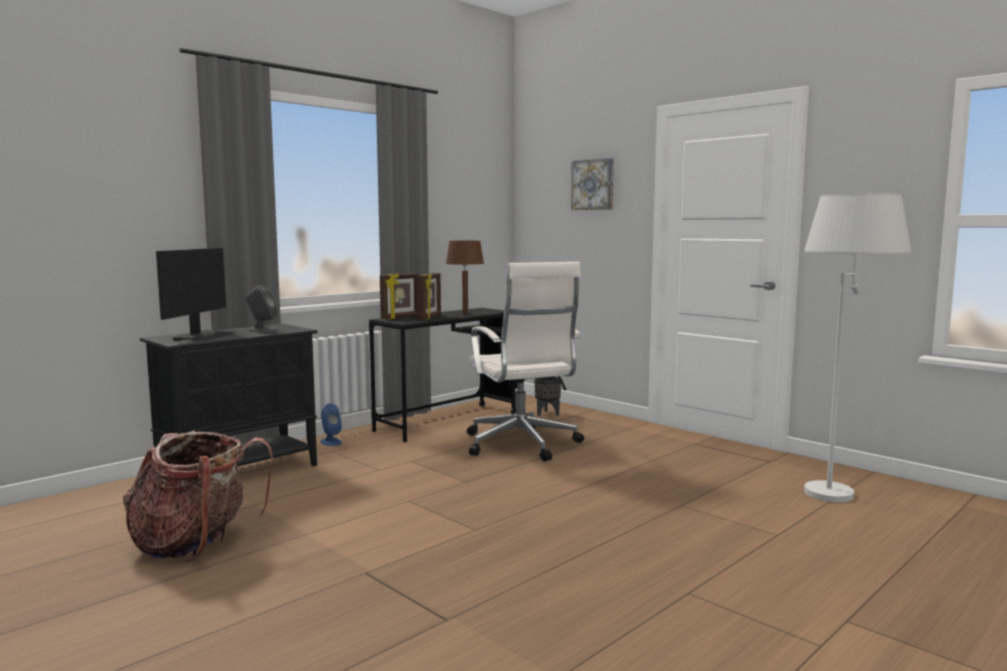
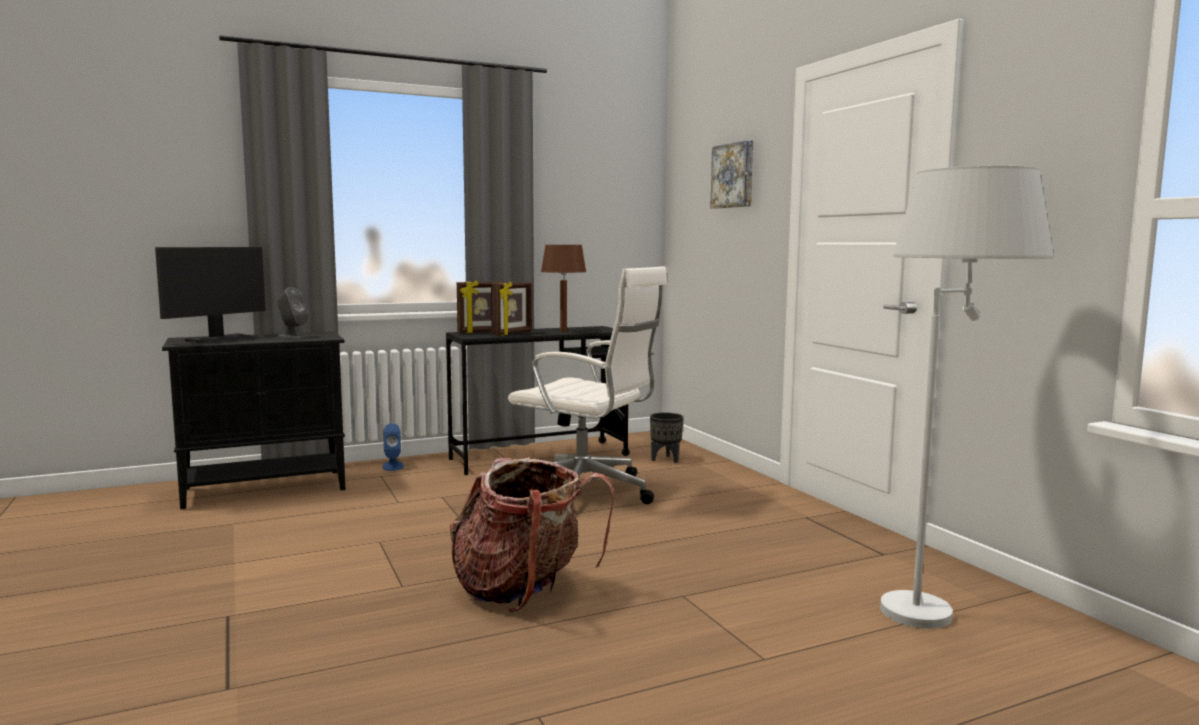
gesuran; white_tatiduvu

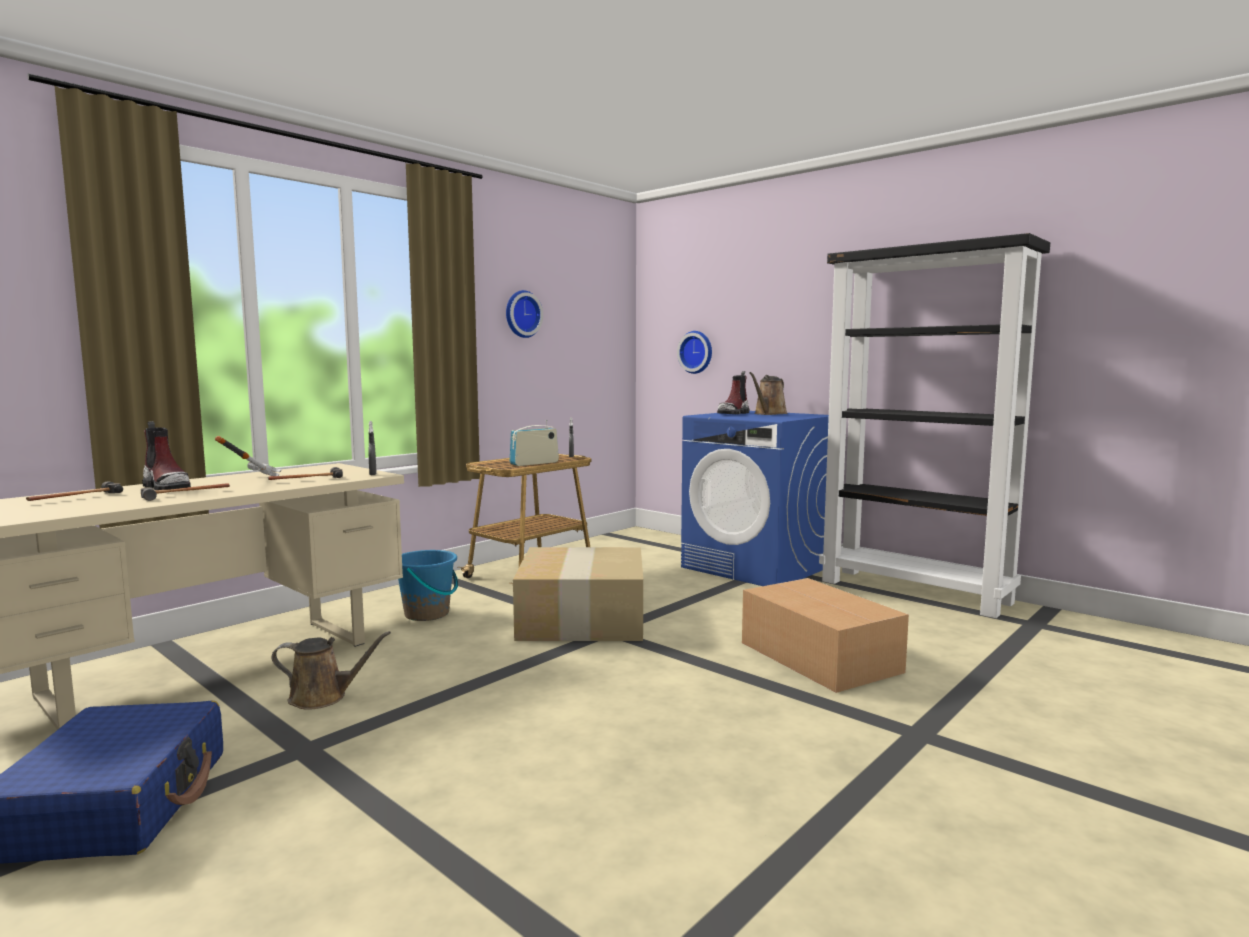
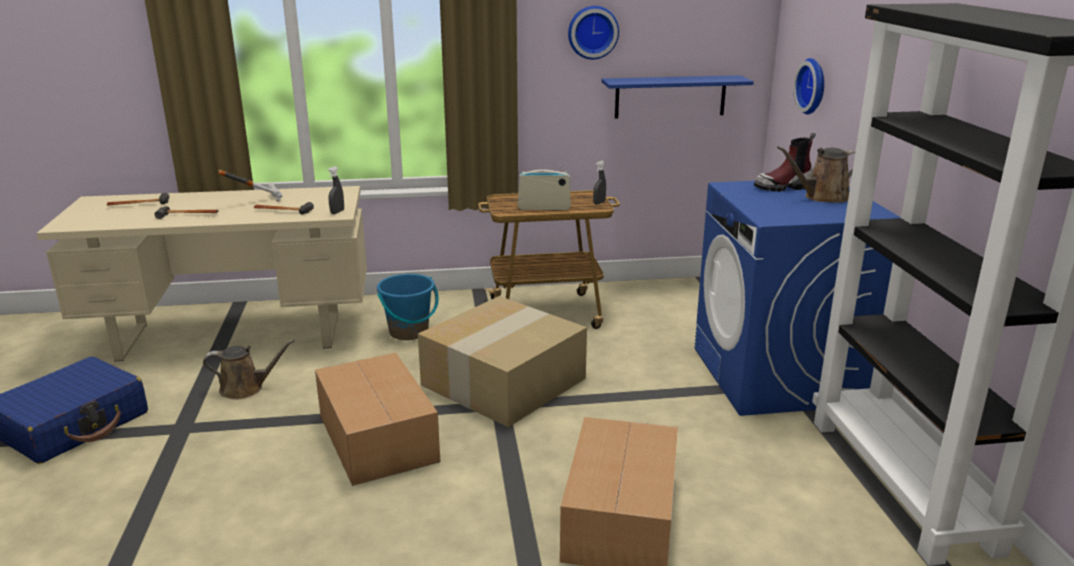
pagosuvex (1st from left in the first image); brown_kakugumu (1st from left); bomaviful (1st from left); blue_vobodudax

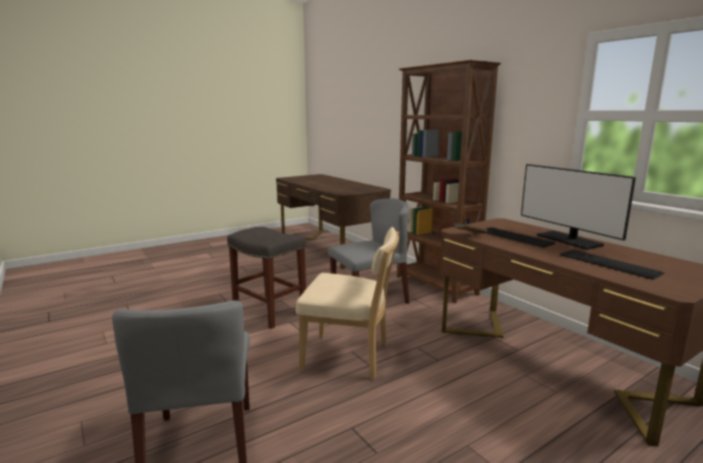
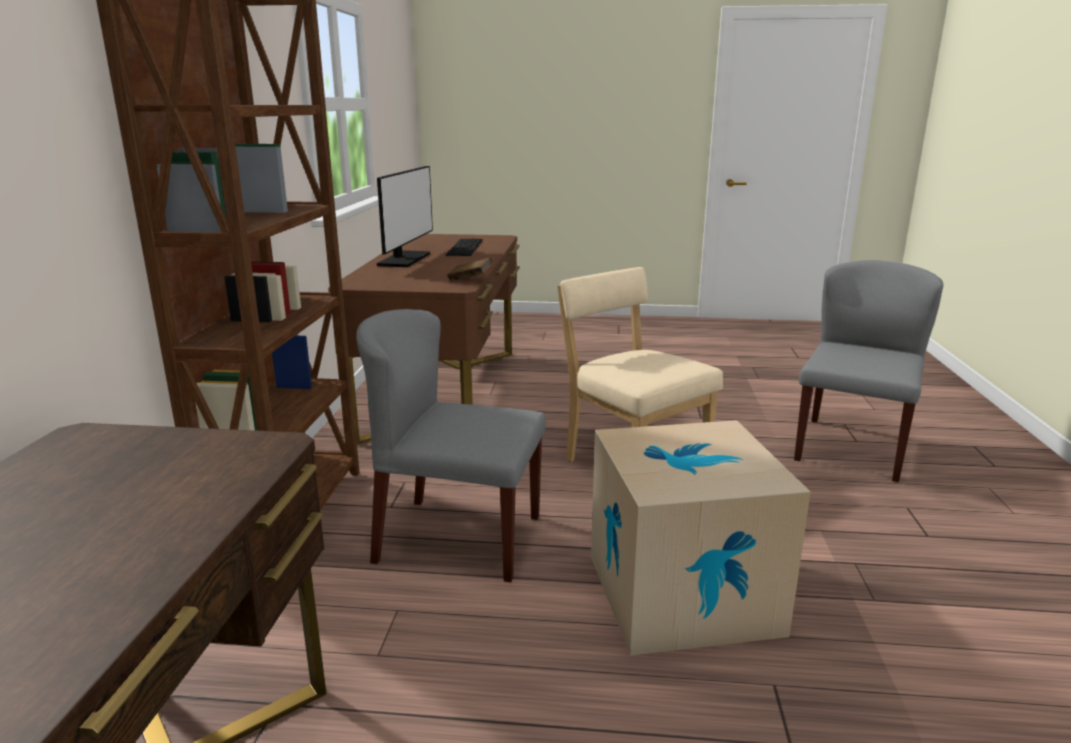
bomaviful; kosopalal (1st from left in the first image)

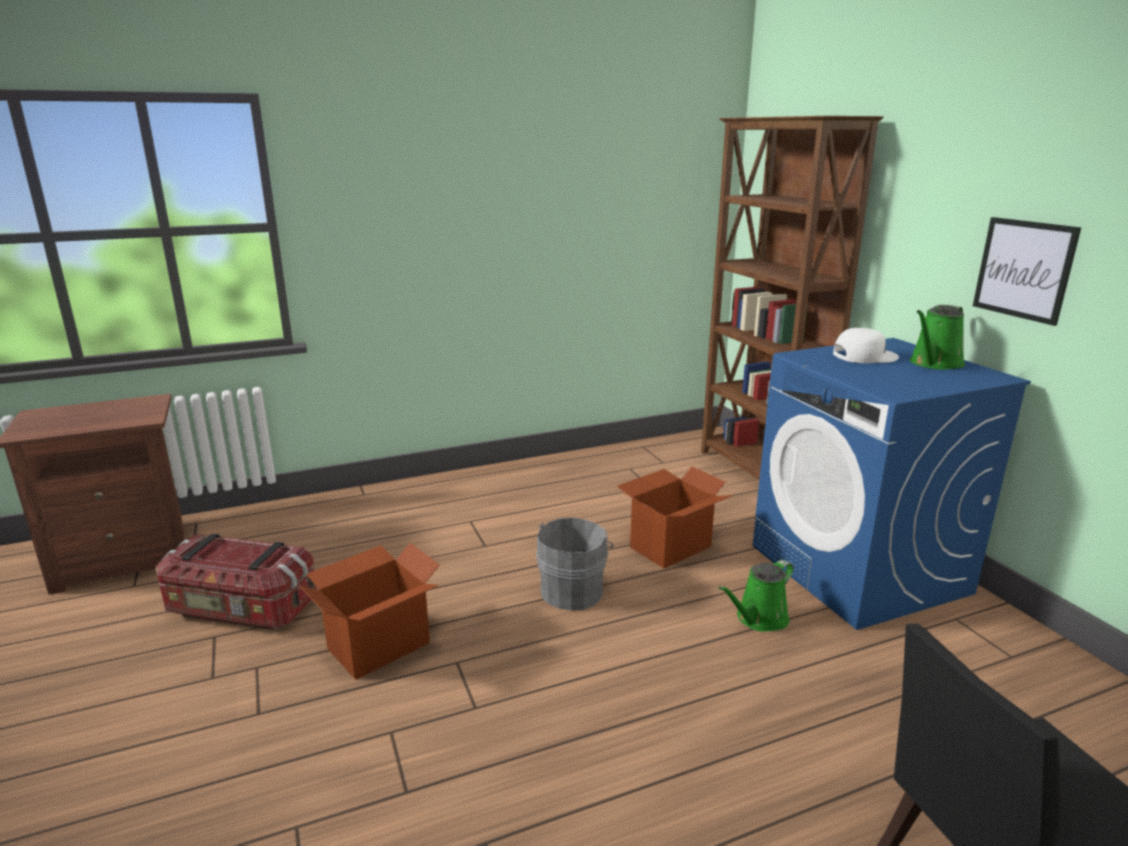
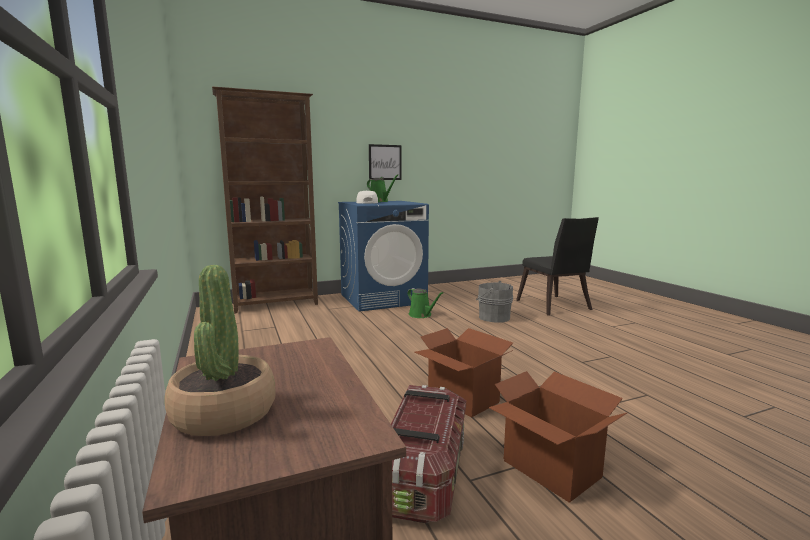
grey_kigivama; bomaviful (2nd from left); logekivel

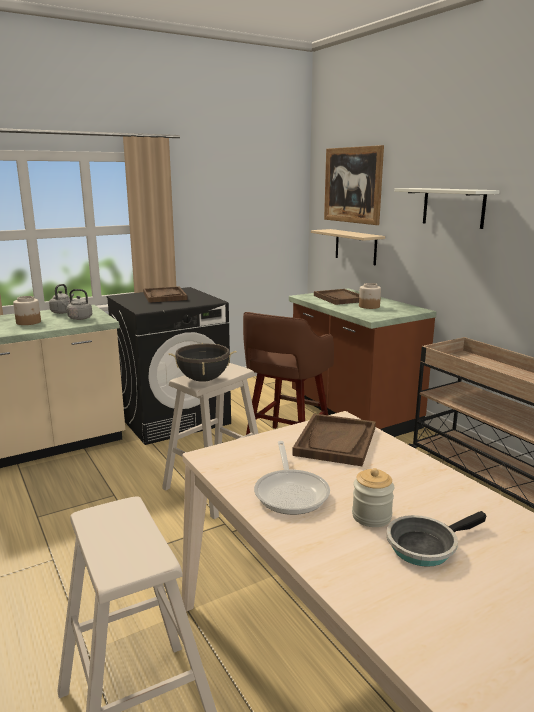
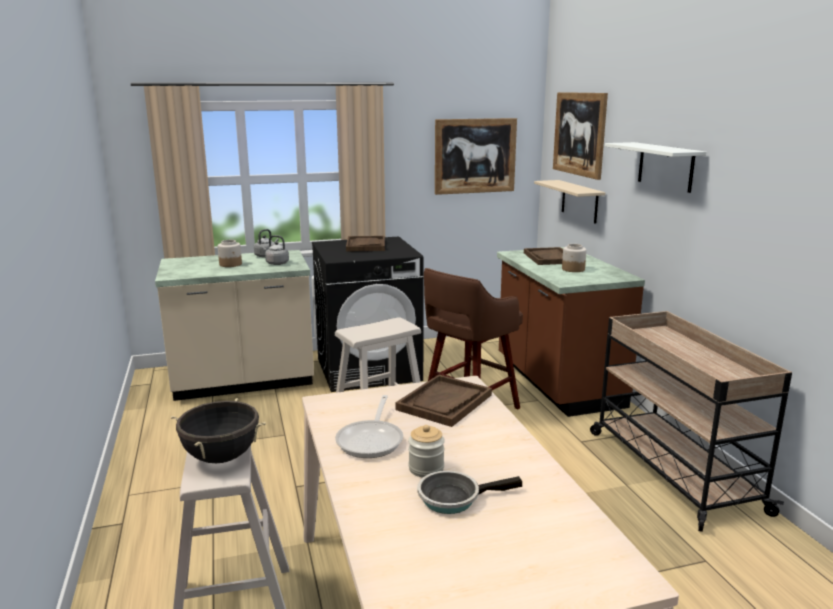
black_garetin; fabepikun (1st from left)

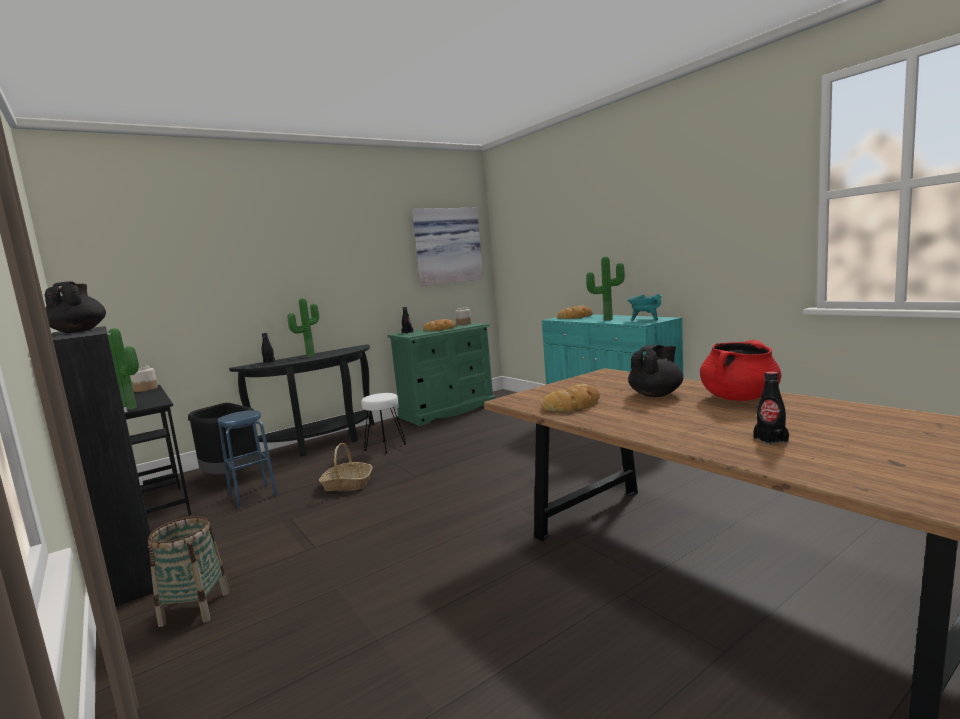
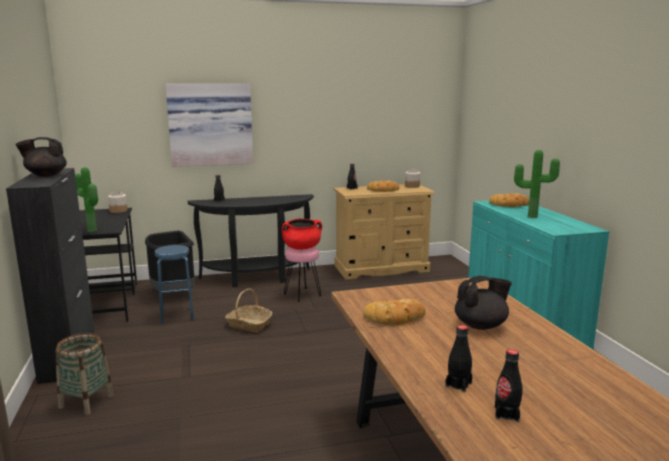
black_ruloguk (1st from left); logekivel (2nd from left in the first image); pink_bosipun; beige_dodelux; fabepikun; turquoise_garetin; red_garetin; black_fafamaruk (3rd from left)

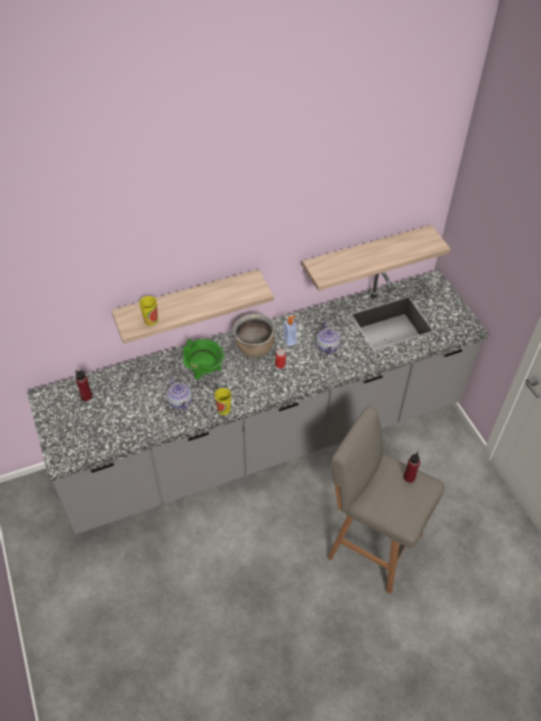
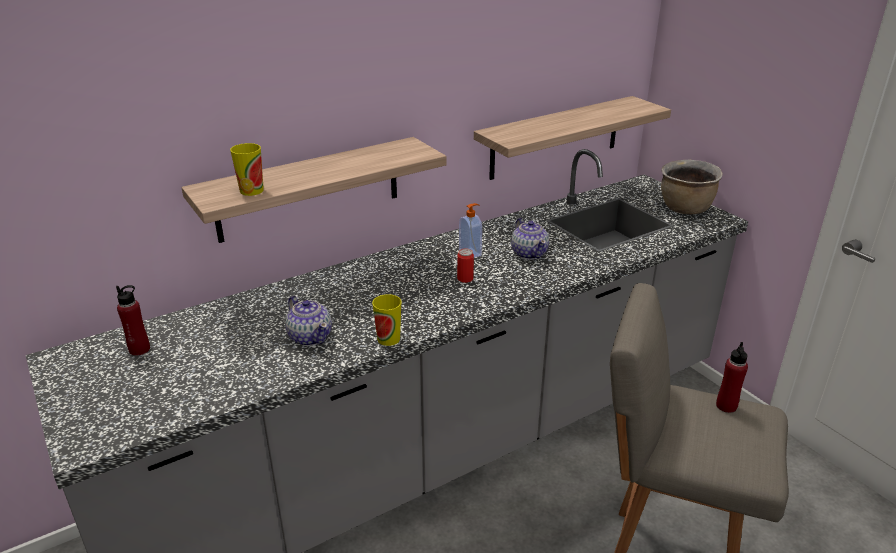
green_garetin; brown_garetin

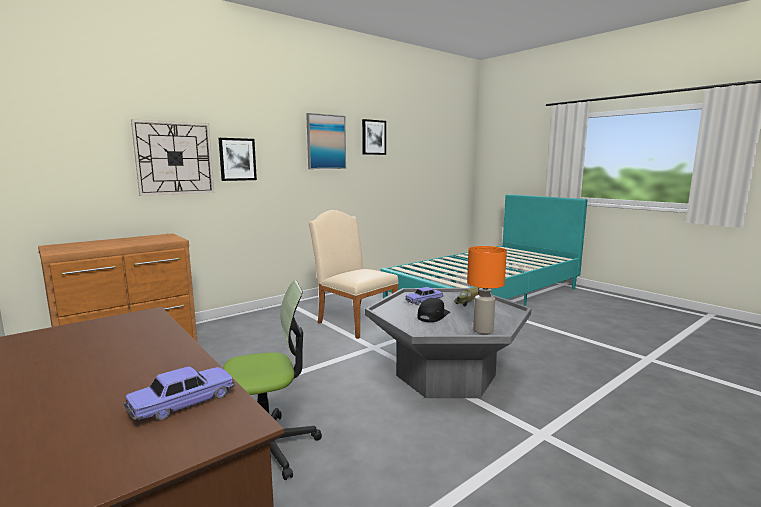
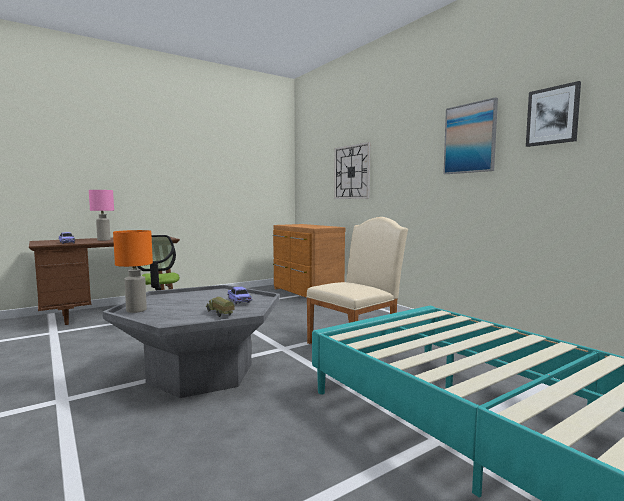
fabepikun (1st from left in the first image); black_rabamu; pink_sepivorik

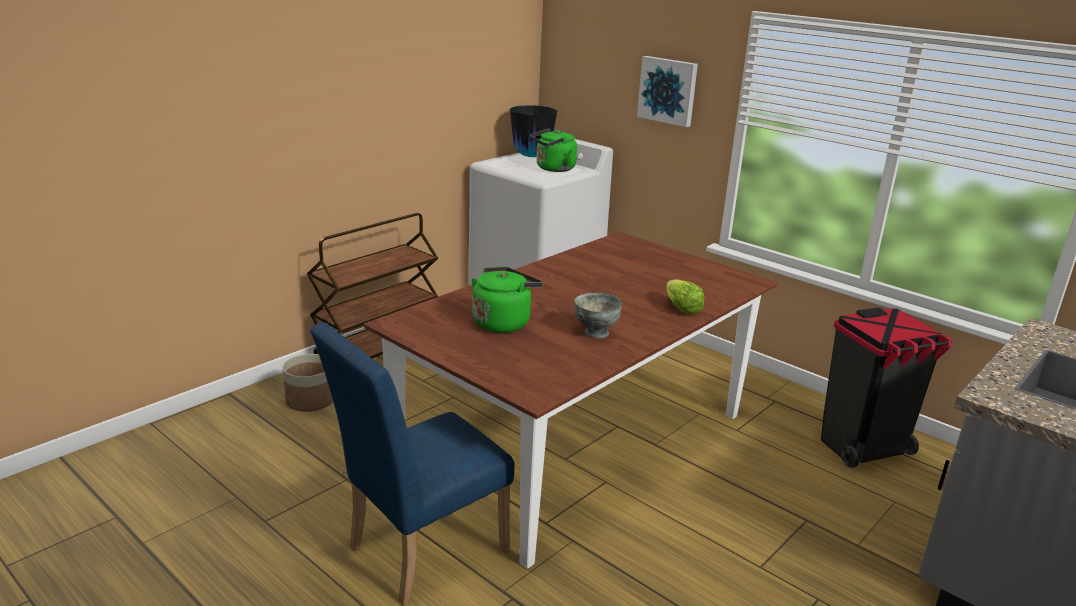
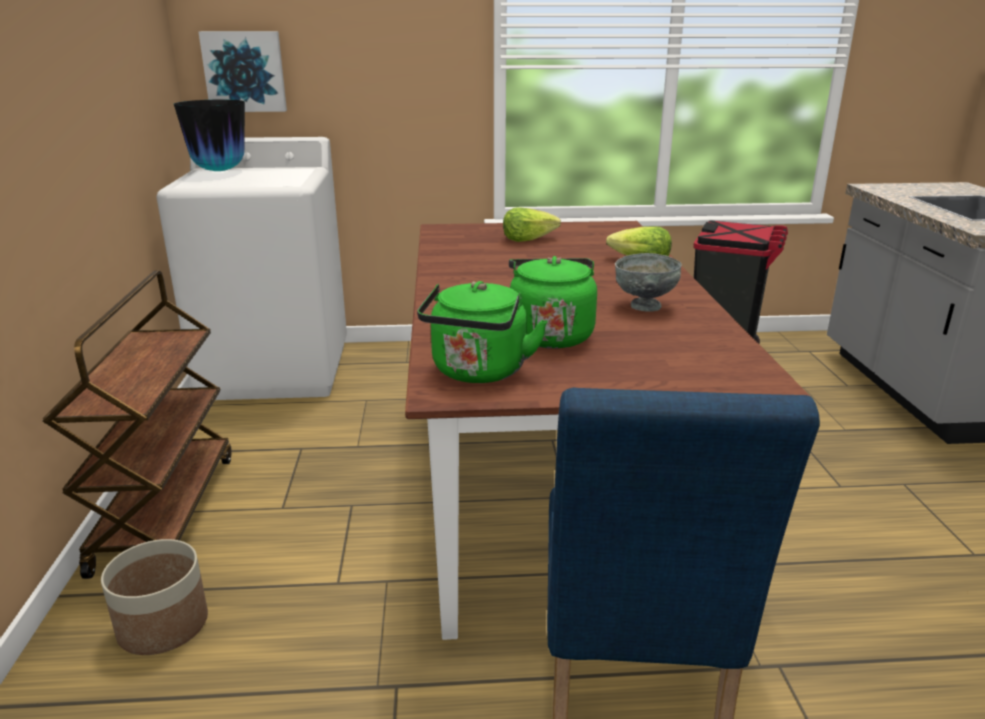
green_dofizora (1st from left); fabepikun; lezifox (1st from left)

